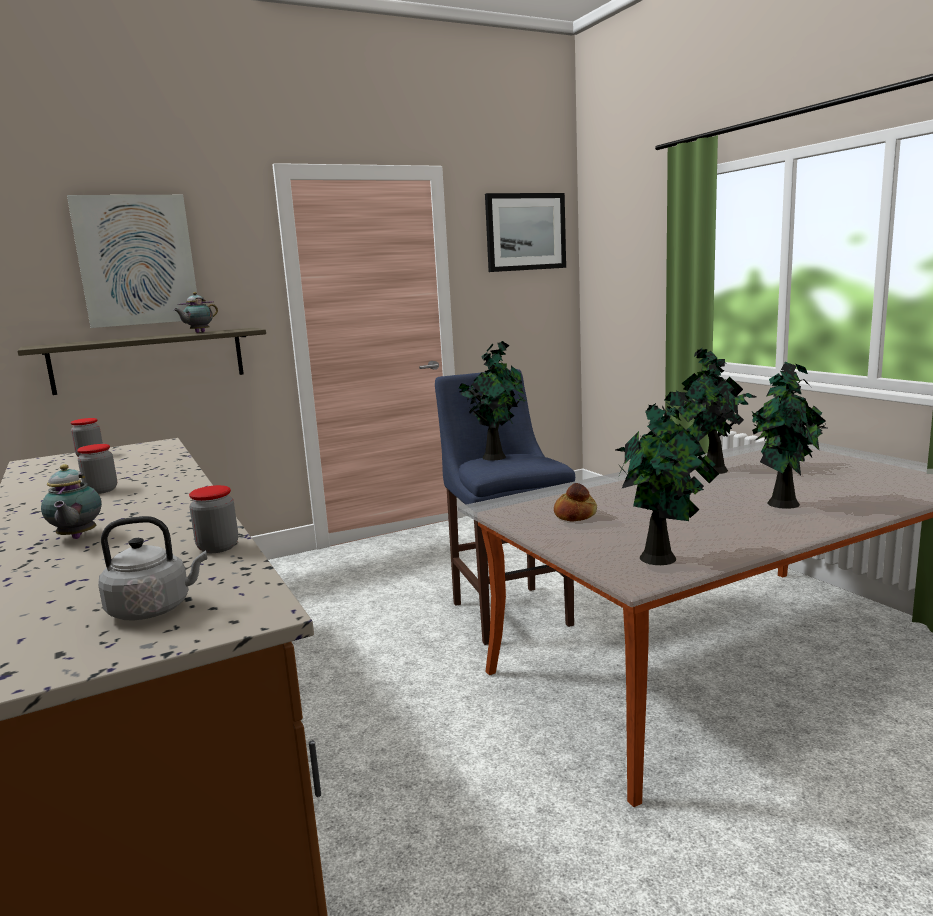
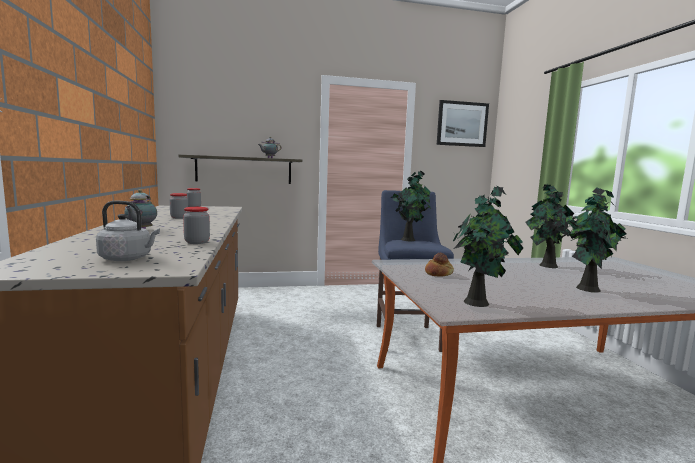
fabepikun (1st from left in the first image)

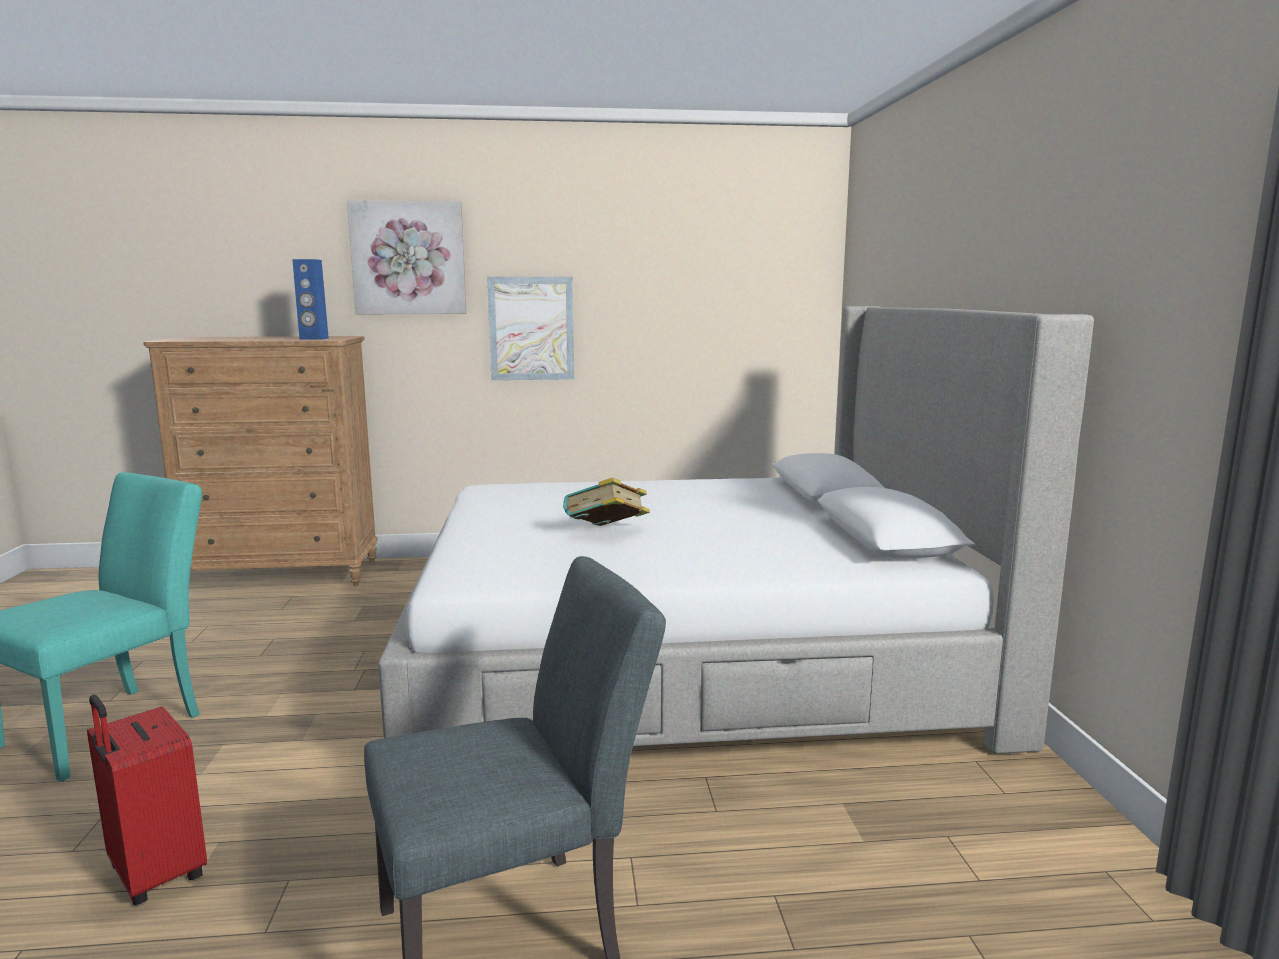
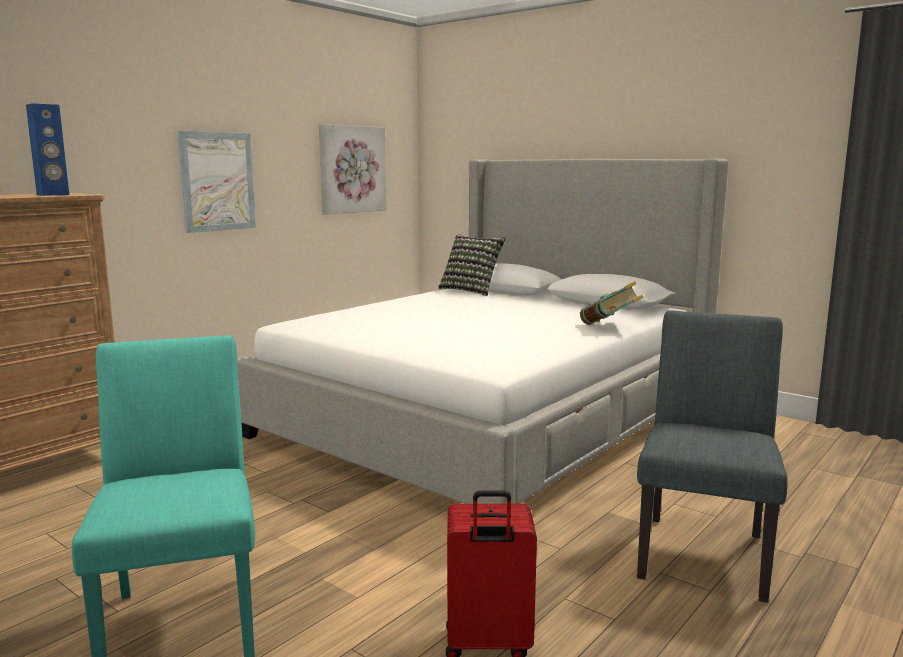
fabepikun (2nd from left); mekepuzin; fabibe

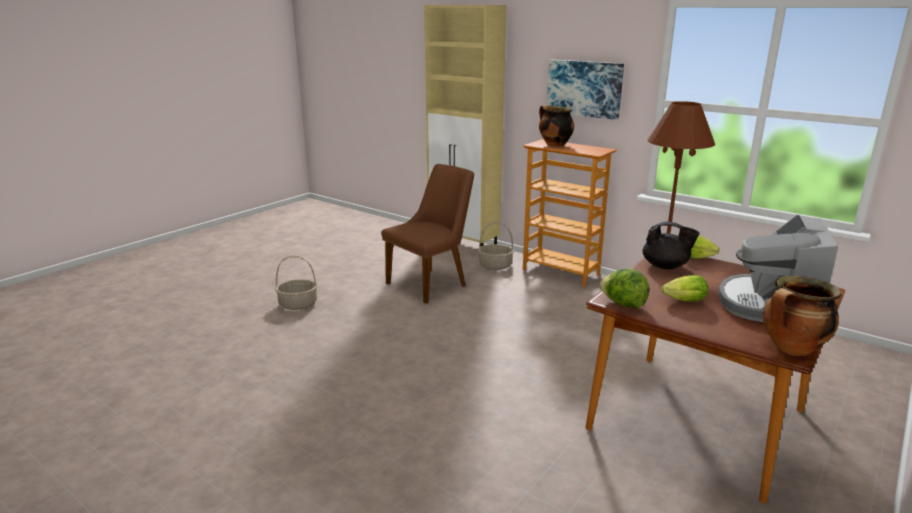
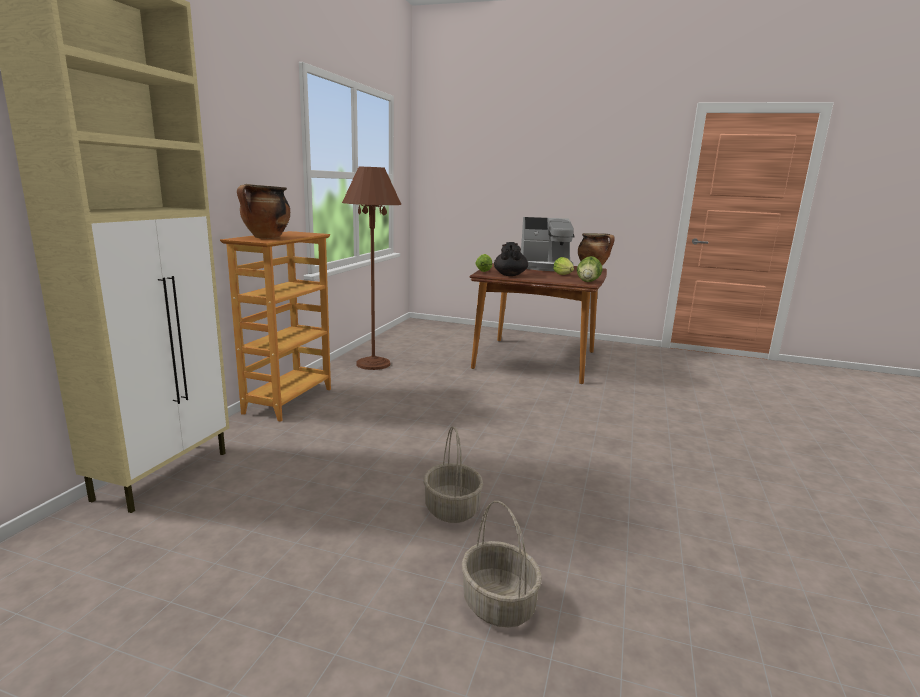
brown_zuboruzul; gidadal (1st from left); fabepikun

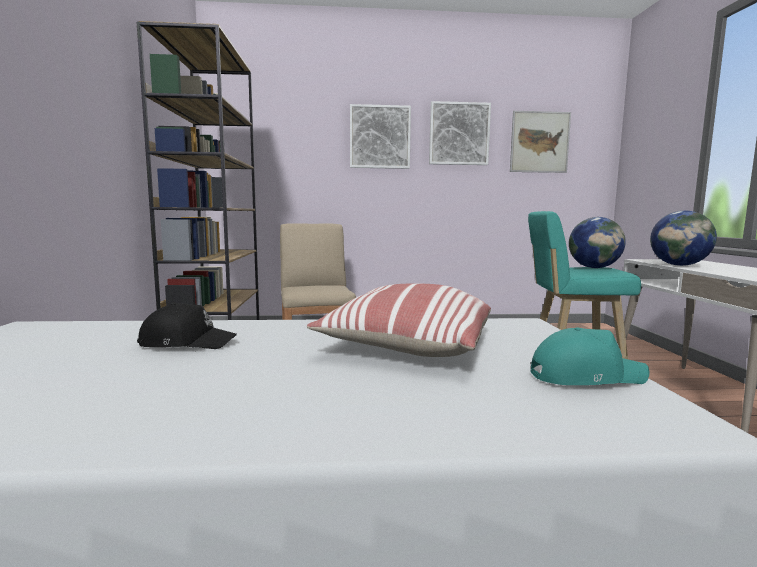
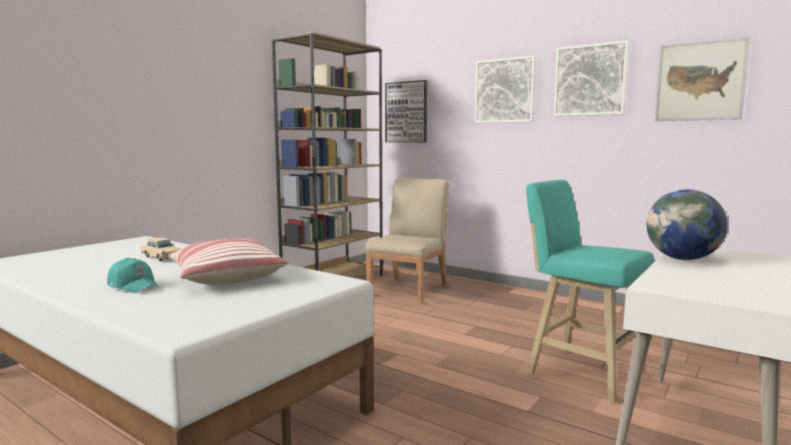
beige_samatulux; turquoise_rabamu; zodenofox (1st from left in the first image); fabepikun (1st from left)

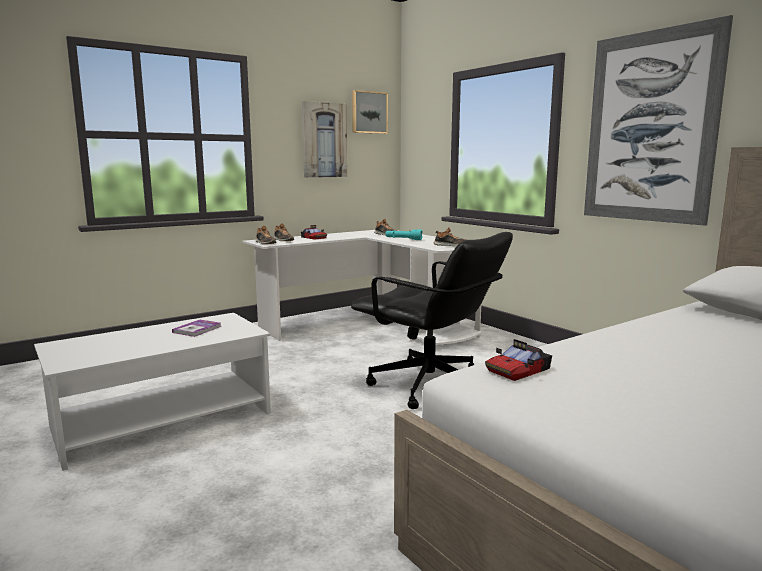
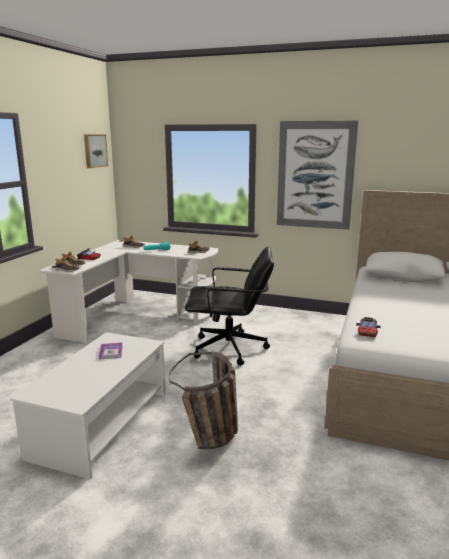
fabepikun (1st from left in the first image); gidadal

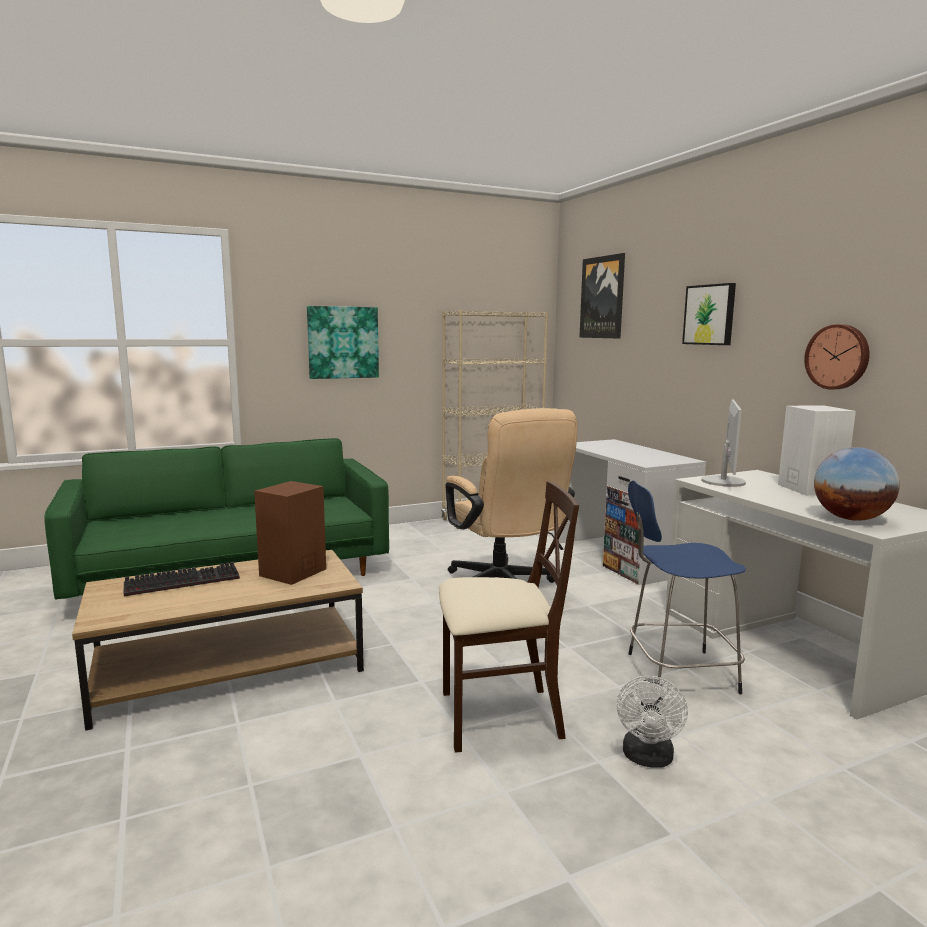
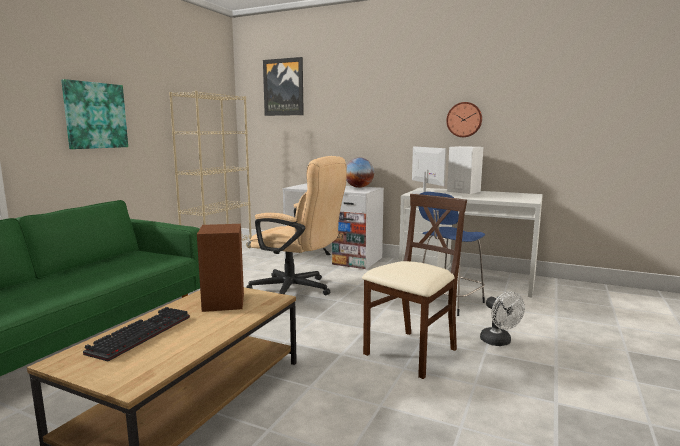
fabepikun (3rd from left in the first image); zodenofox

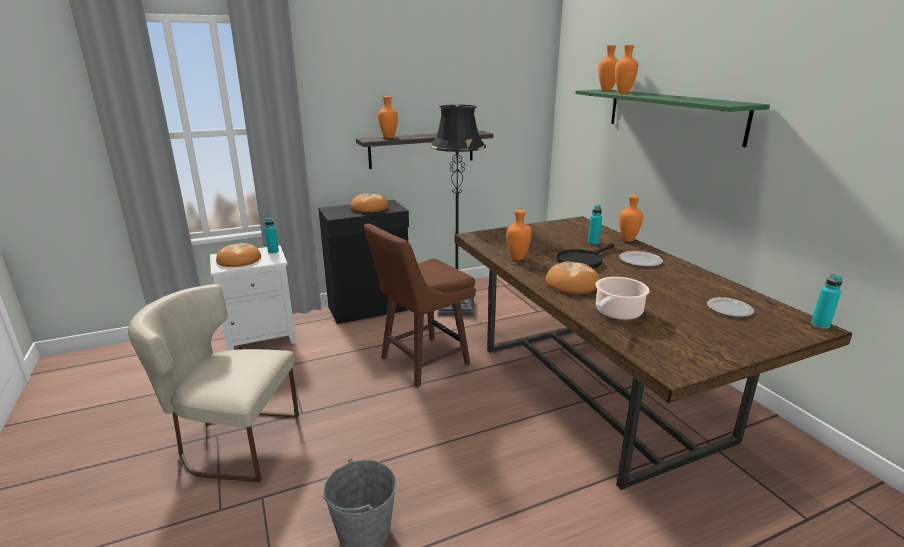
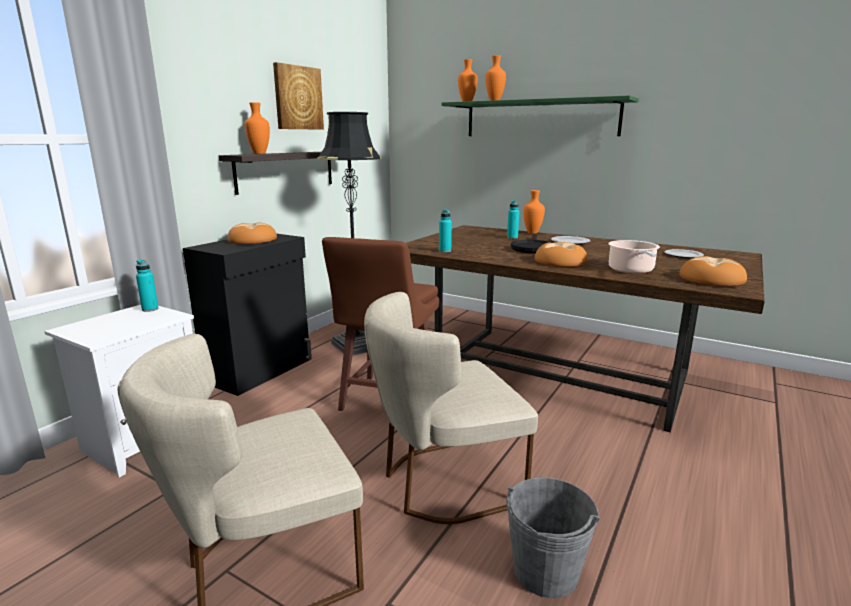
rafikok (3rd from left); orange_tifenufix (2nd from left in the first image); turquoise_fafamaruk (2nd from left); fabepikun; beige_zuboruzul (2nd from left)

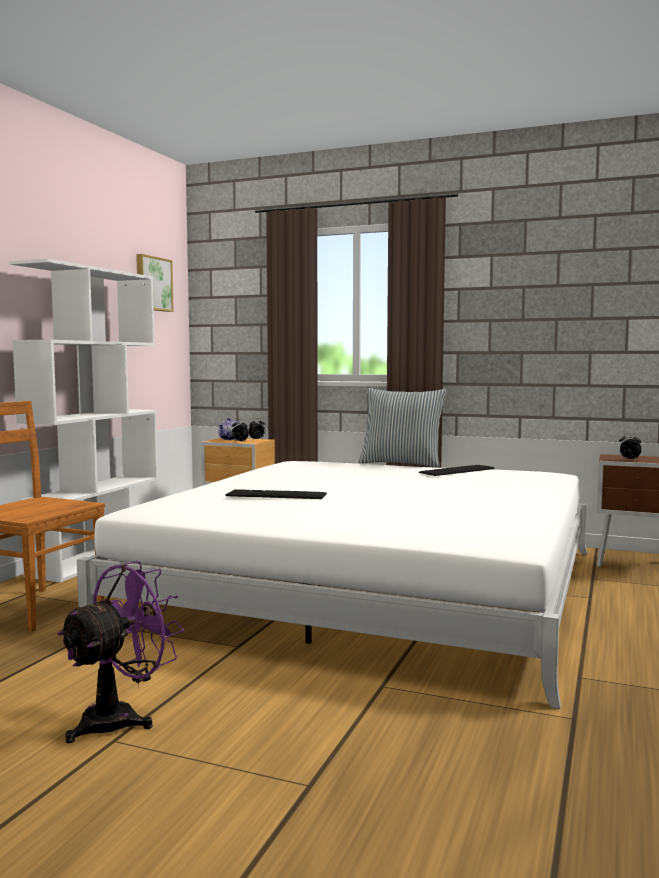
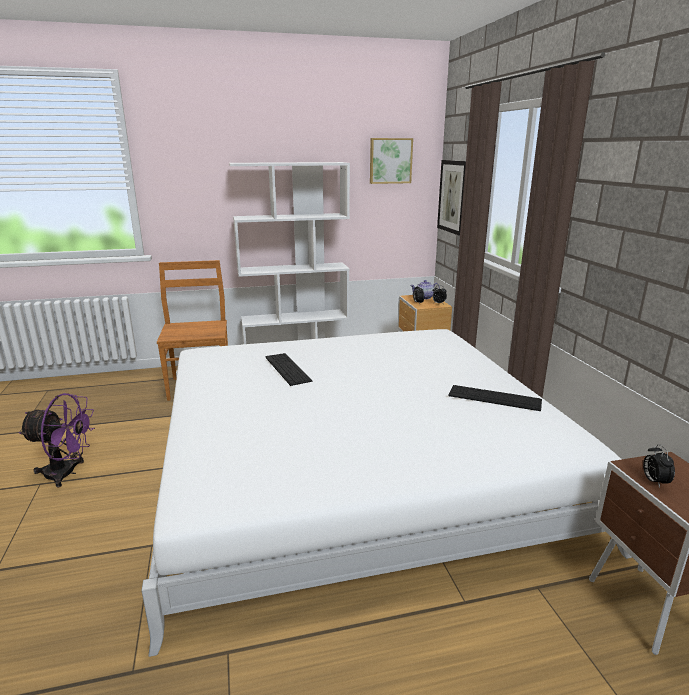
fabibe; fabepikun (2nd from left)

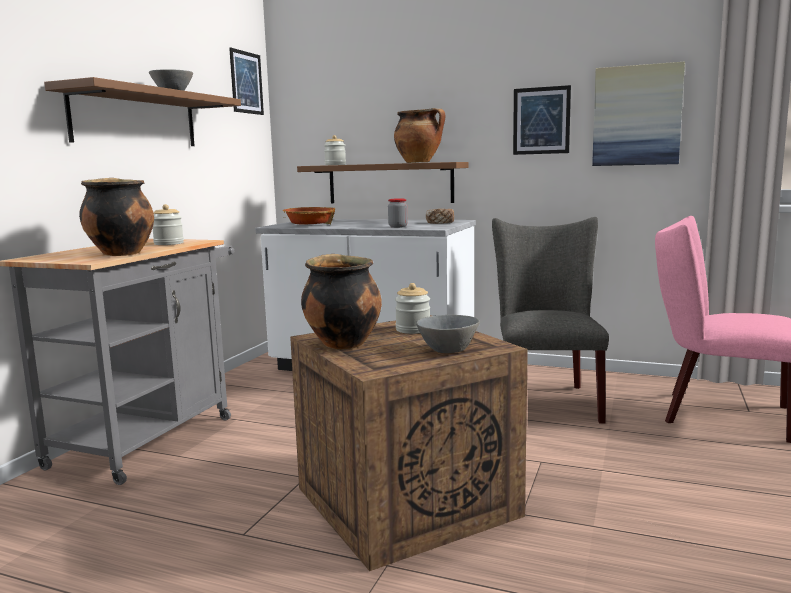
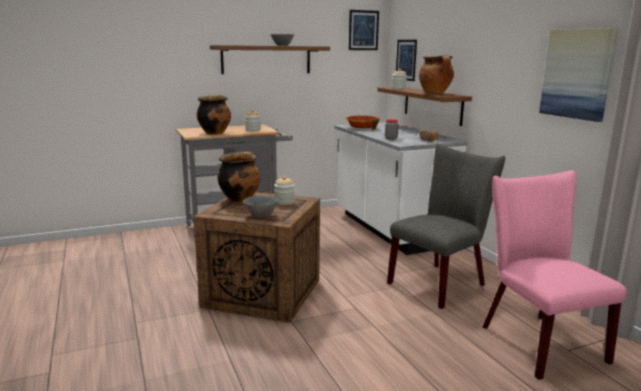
fabepikun (2nd from left)

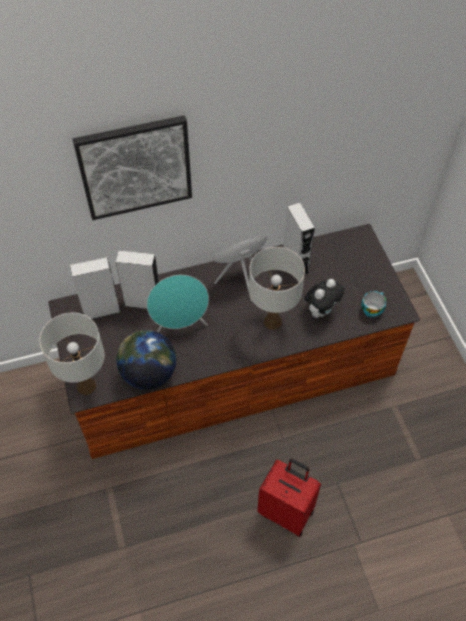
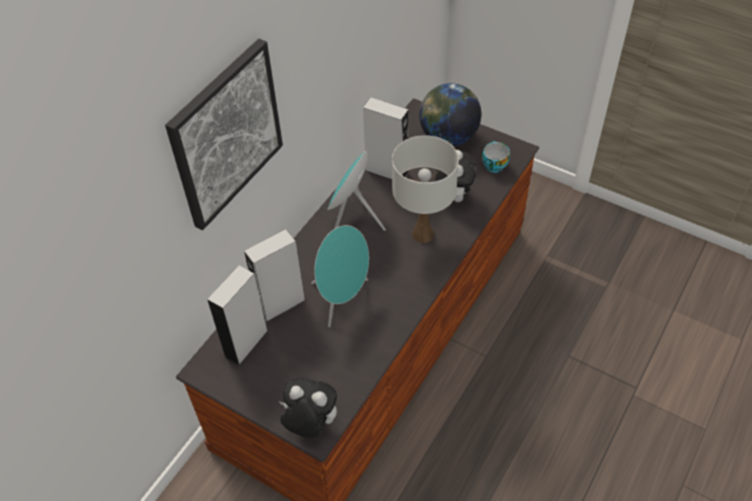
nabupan (1st from left); zodenofox; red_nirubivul

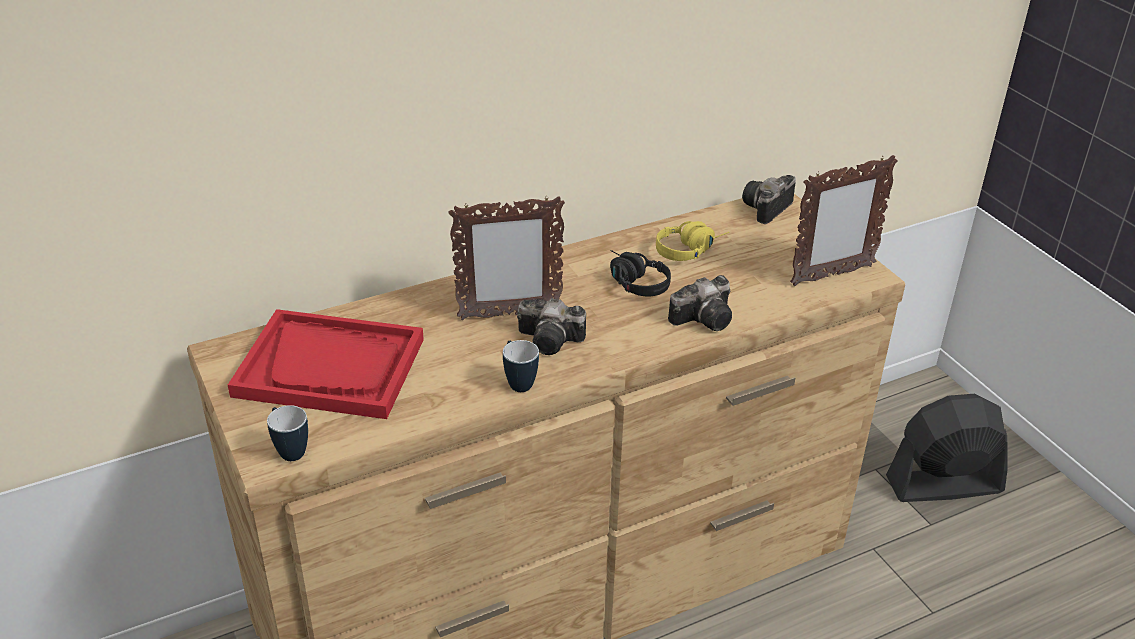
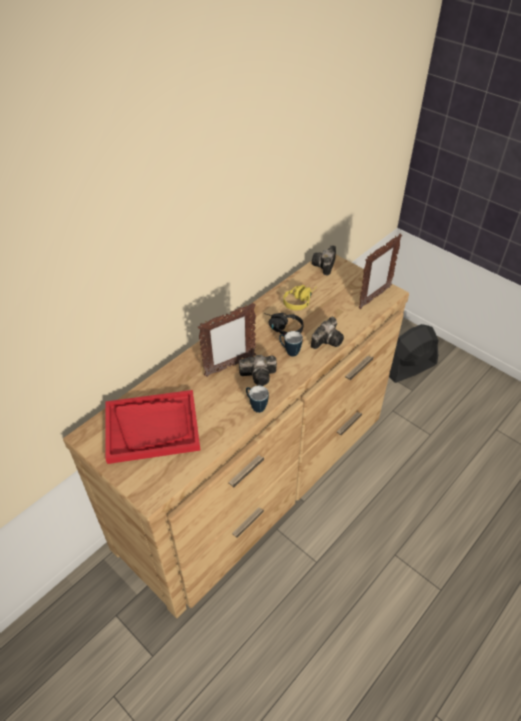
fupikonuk (2nd from left)

